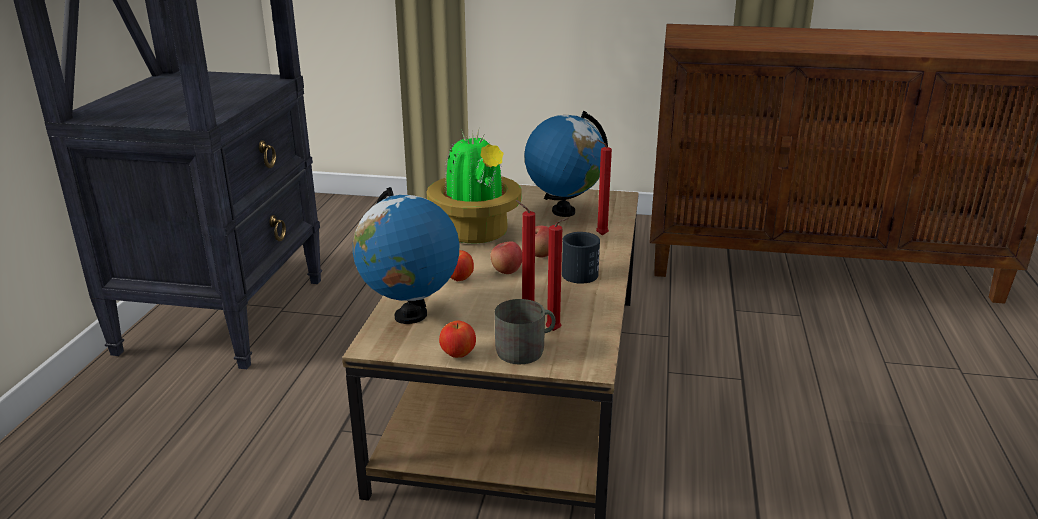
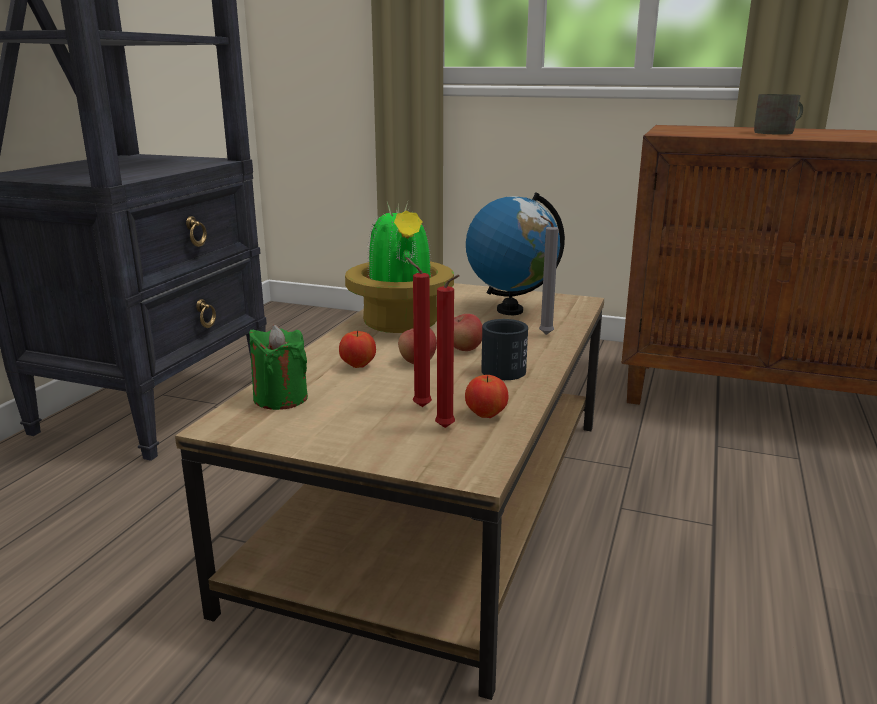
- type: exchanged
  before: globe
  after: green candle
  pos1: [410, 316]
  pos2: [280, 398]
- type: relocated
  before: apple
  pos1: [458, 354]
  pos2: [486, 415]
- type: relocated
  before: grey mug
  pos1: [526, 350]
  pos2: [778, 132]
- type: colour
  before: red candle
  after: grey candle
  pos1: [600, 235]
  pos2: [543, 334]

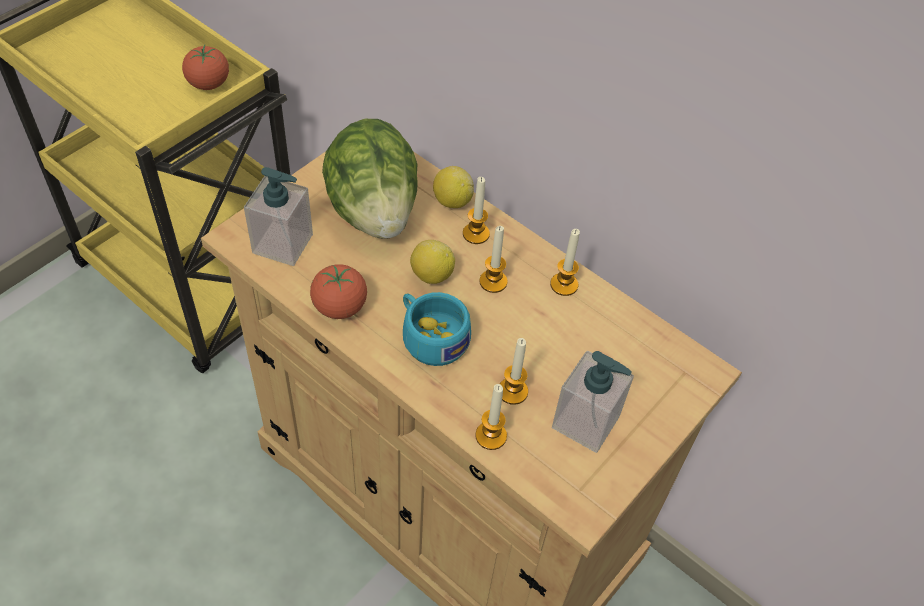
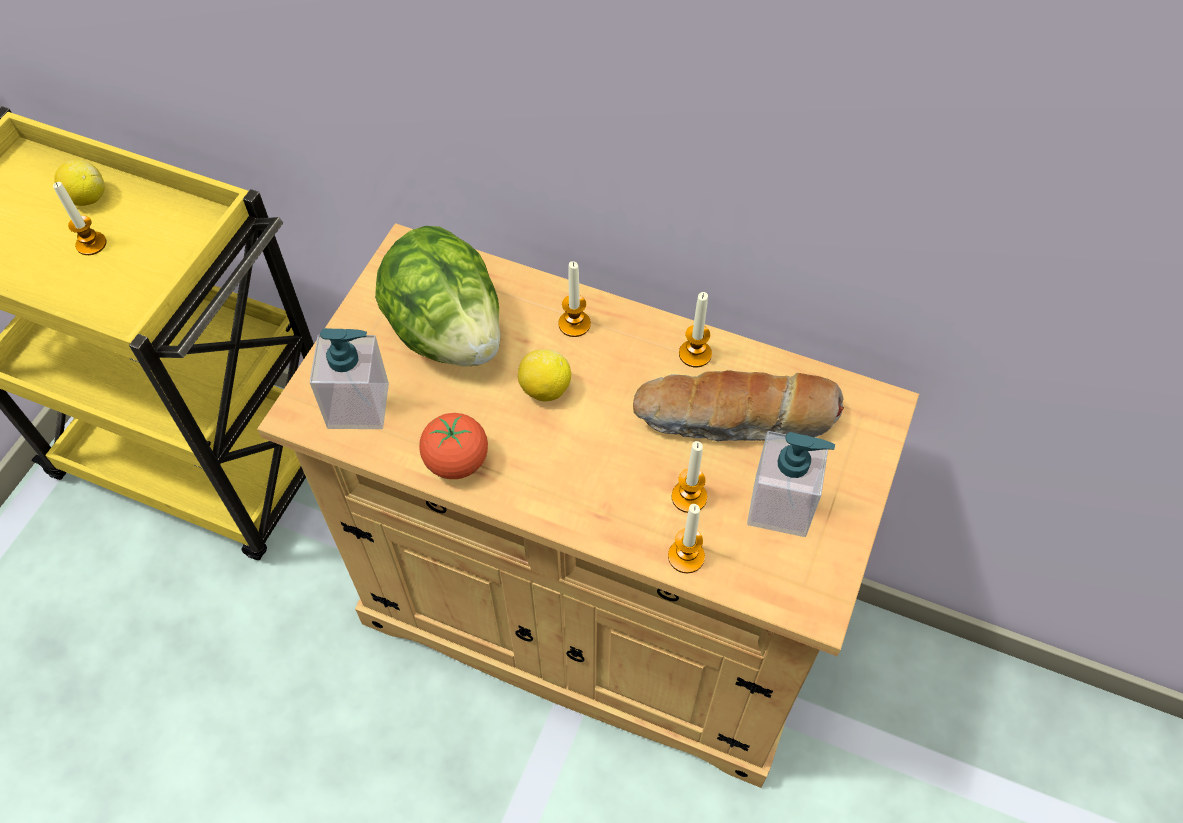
- type: missing
  before: tomato
  pos1: [208, 84]
- type: missing
  before: turquoise cup
  pos1: [430, 336]
- type: relocated
  before: lemon
  pos1: [452, 201]
  pos2: [87, 198]
- type: relocated
  before: candle
  pos1: [493, 282]
  pos2: [91, 244]
- type: appeared
  after: bread
  pos2: [736, 420]

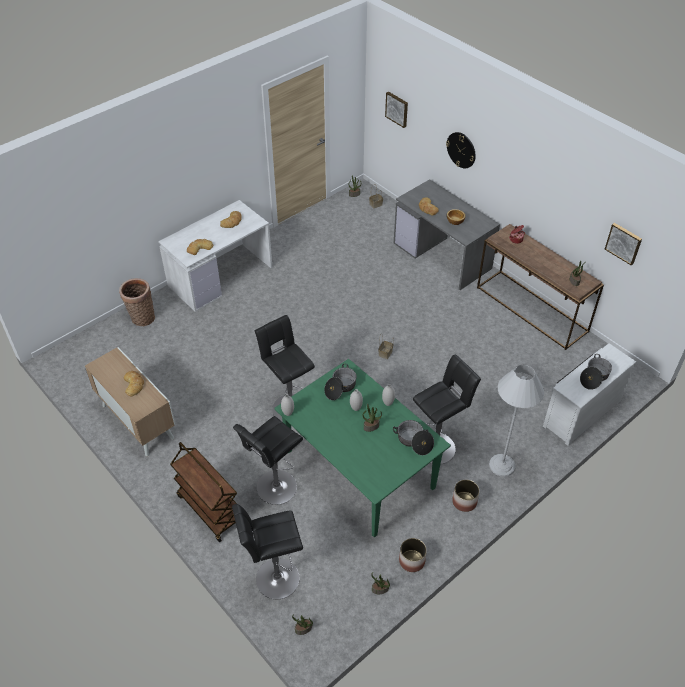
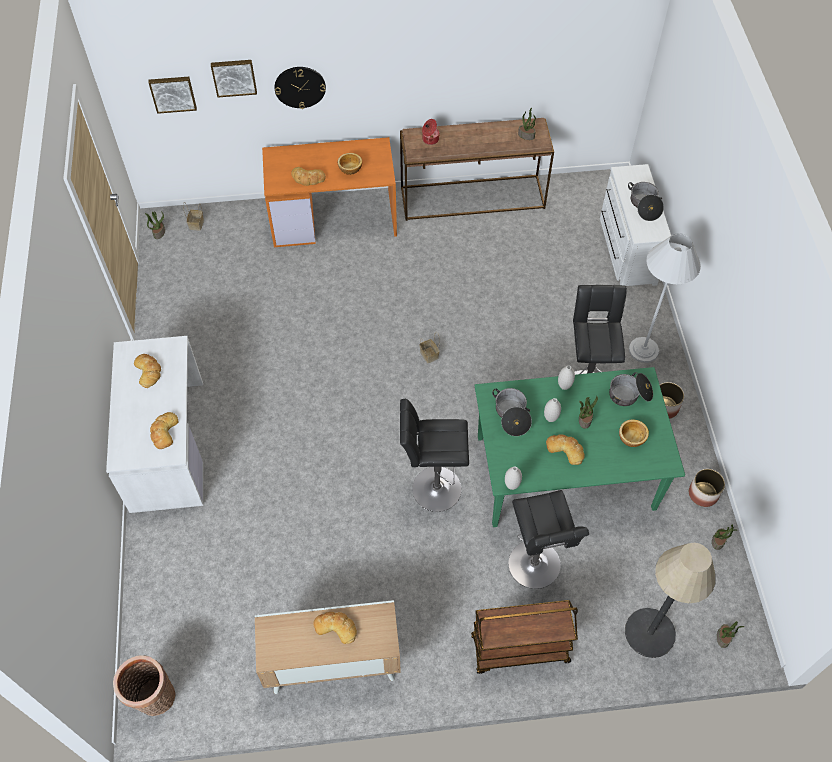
- type: relocated
  before: basket
  pos1: [141, 318]
  pos2: [154, 699]
- type: exchanged
  before: black stool
  after: floor lamp
  pos1: [274, 579]
  pos2: [649, 633]
- type: colour
  before: grey desk
  after: orange desk
  pos1: [443, 256]
  pos2: [334, 218]
- type: relocated
  before: picture
  pos1: [624, 243]
  pos2: [234, 77]
- type: appeared
  after: bread
  pos2: [565, 449]
- type: appeared
  after: bowl
  pos2: [631, 438]

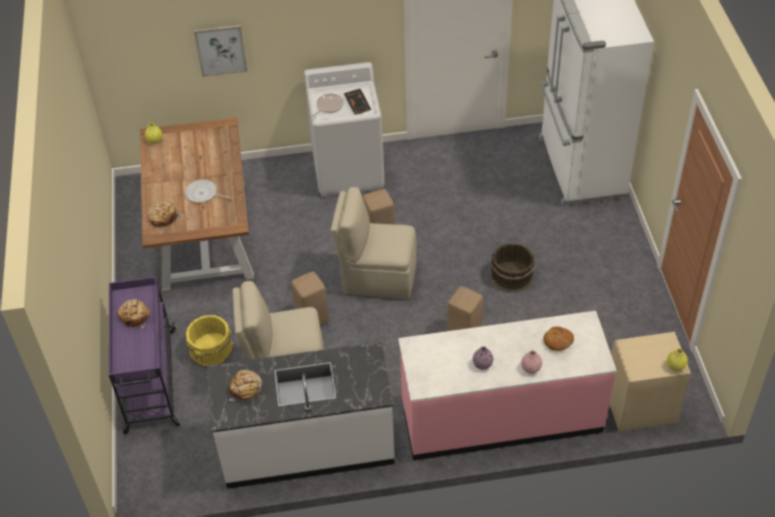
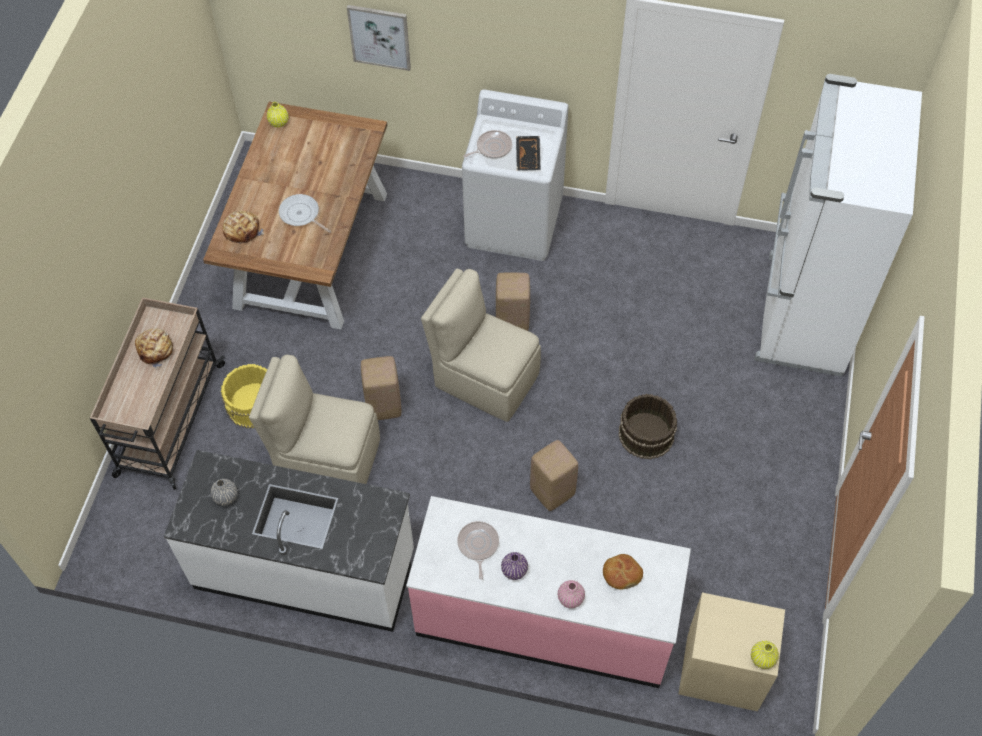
- type: colour
  before: purple cart
  after: beige cart
  pos1: [150, 381]
  pos2: [169, 421]
- type: exchanged
  before: bread
  after: grey vase
  pos1: [246, 389]
  pos2: [226, 497]
- type: appeared
  after: frying pan
  pos2: [478, 545]

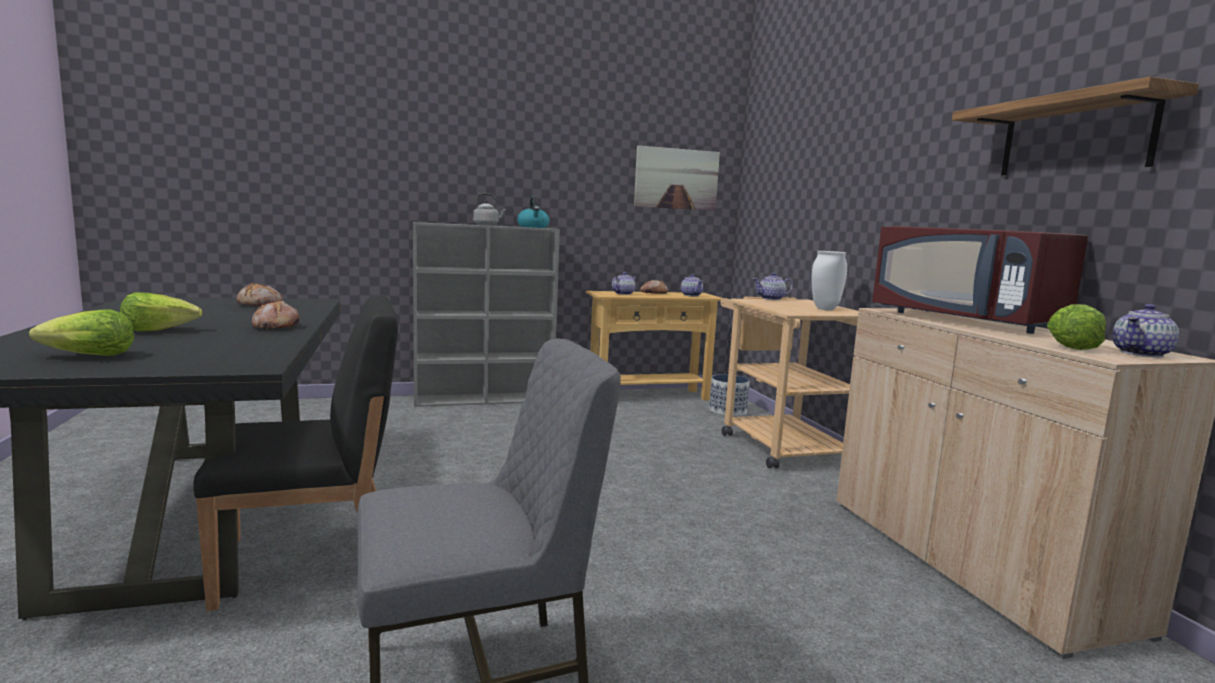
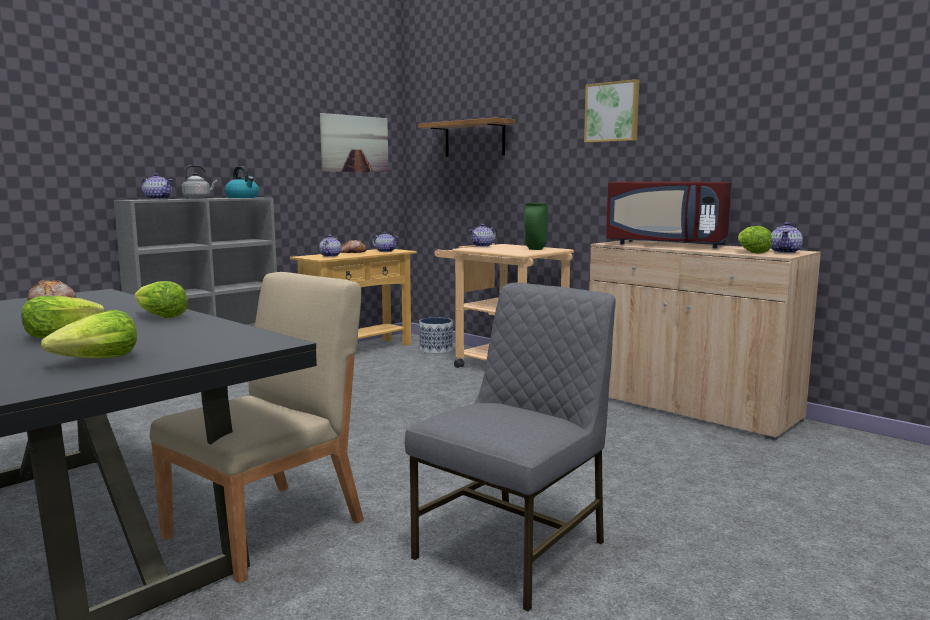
- type: colour
  before: black chair
  after: beige chair
  pos1: [311, 560]
  pos2: [268, 528]
- type: exchanged
  before: bread
  after: lettuce
  pos1: [275, 326]
  pos2: [159, 316]
- type: colour
  before: white vase
  after: green vase
  pos1: [826, 309]
  pos2: [536, 249]
- type: relocated
  before: shelf
  pos1: [1075, 137]
  pos2: [474, 139]
- type: appeared
  after: teapot
  pos2: [158, 199]
- type: appeared
  after: picture
  pos2: [612, 112]

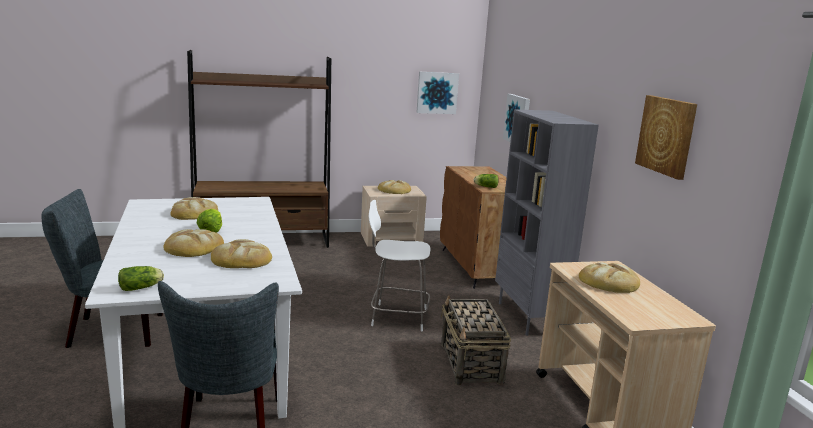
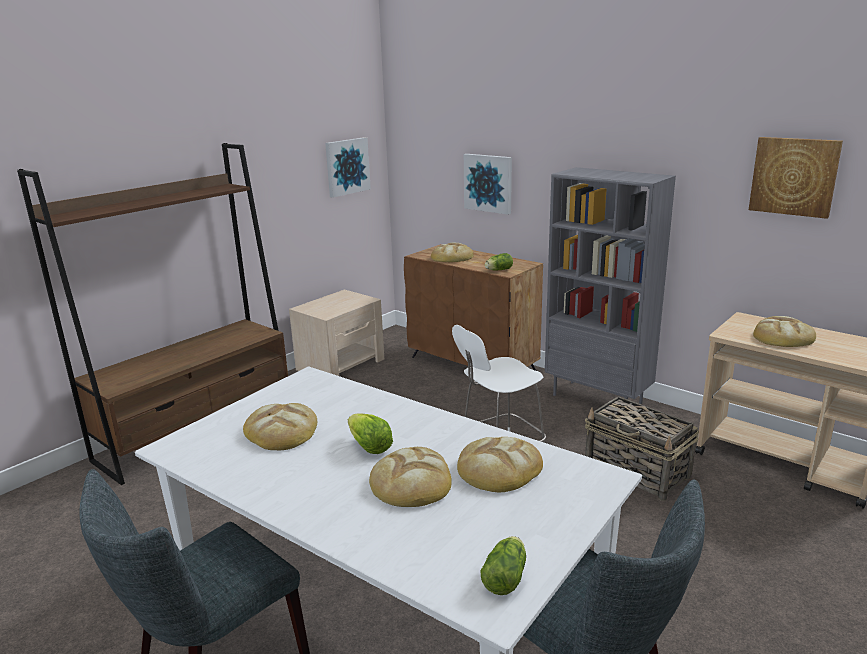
- type: relocated
  before: bread
  pos1: [394, 190]
  pos2: [452, 257]

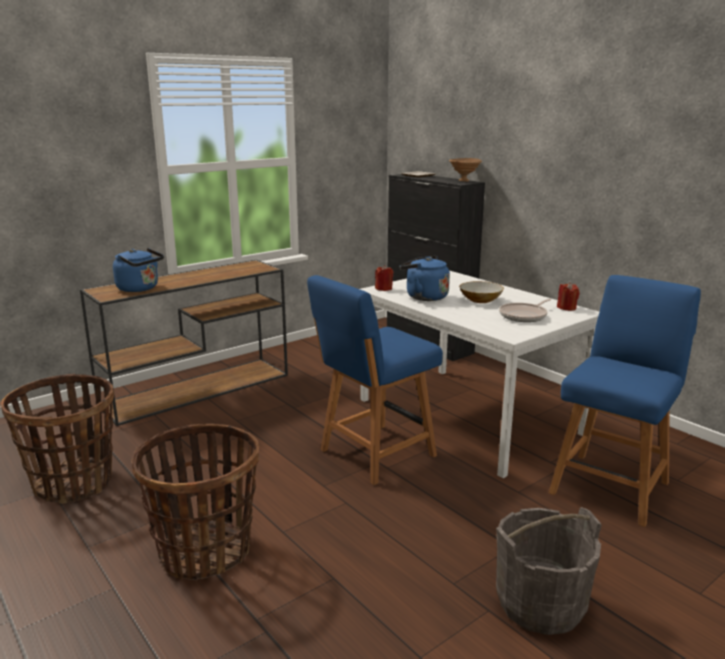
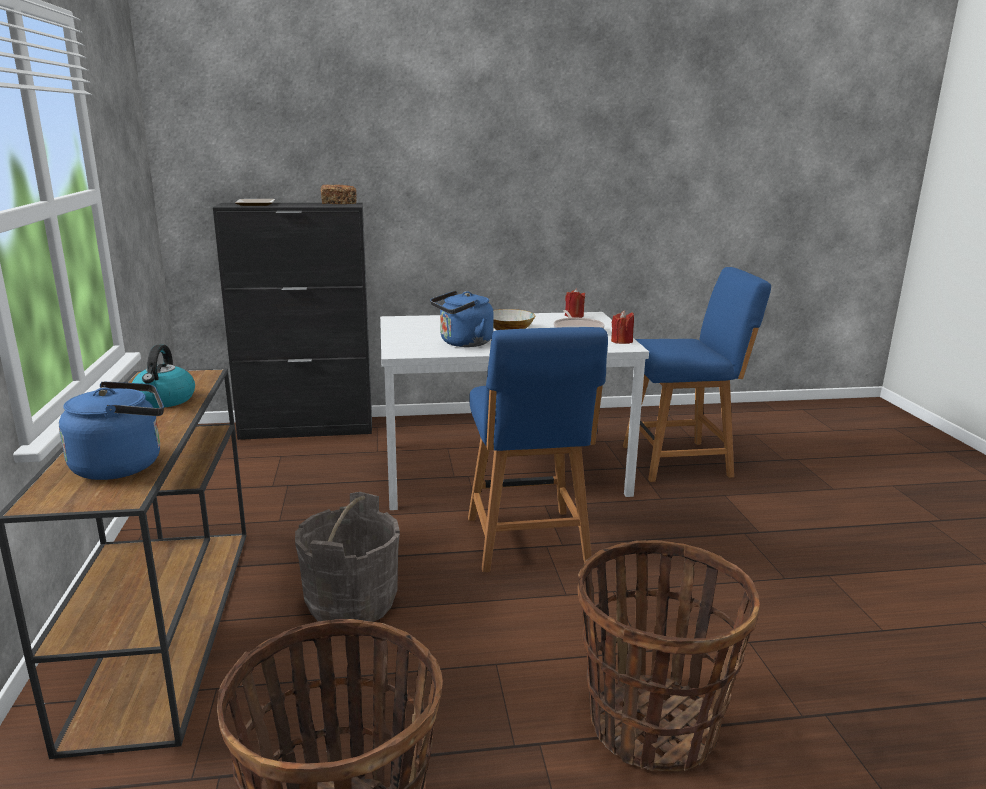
- type: relocated
  before: red candle
  pos1: [384, 289]
  pos2: [621, 341]
- type: exchanged
  before: brown bowl
  after: bread
  pos1: [464, 181]
  pos2: [339, 203]
- type: relocated
  before: grey bucket
  pos1: [540, 603]
  pos2: [351, 602]
- type: spun
  before: blue chair
  pos1: [611, 485]
  pos2: [680, 461]
  turn: 105
- type: appeared
  after: kettle
  pos2: [165, 400]

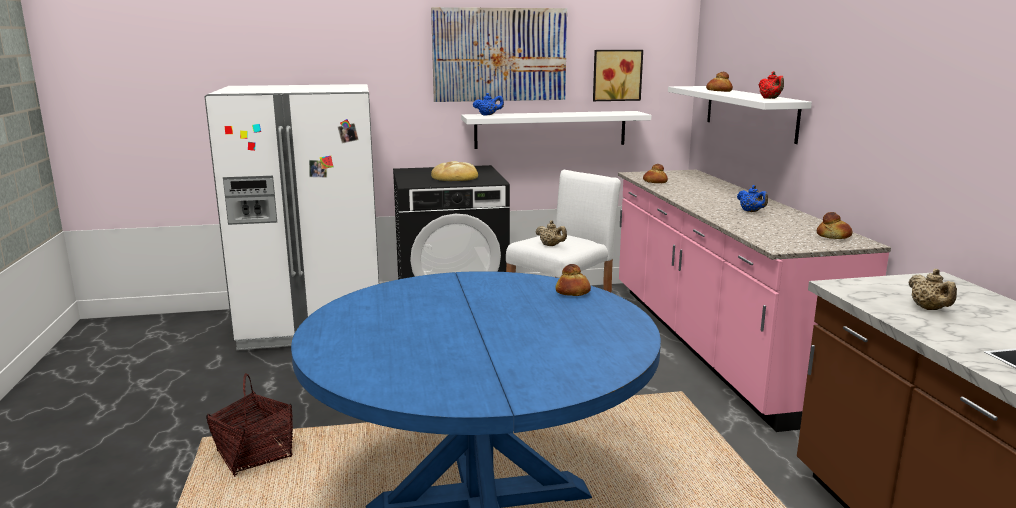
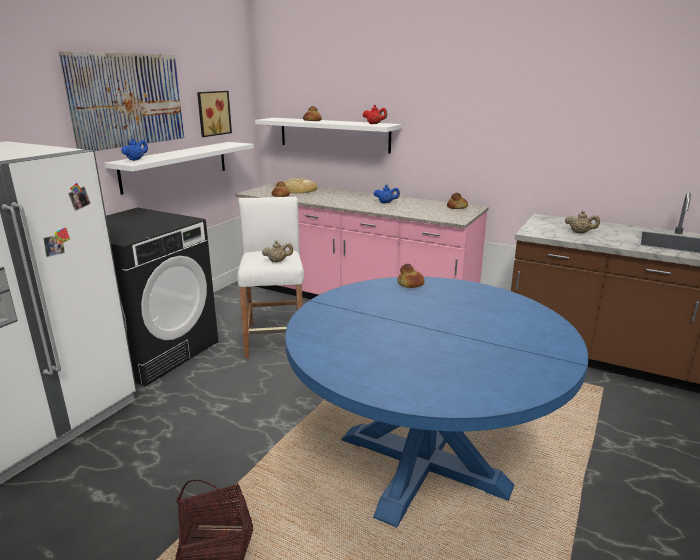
- type: relocated
  before: bread
  pos1: [455, 177]
  pos2: [299, 190]

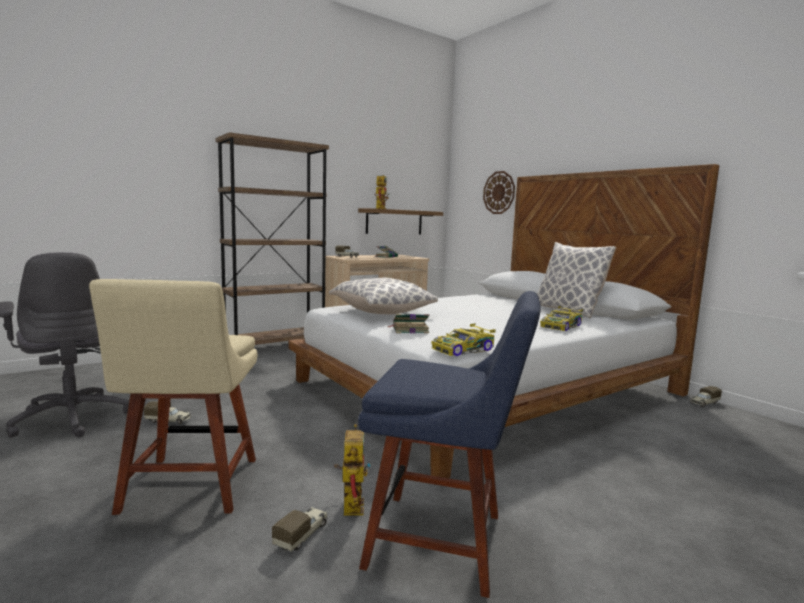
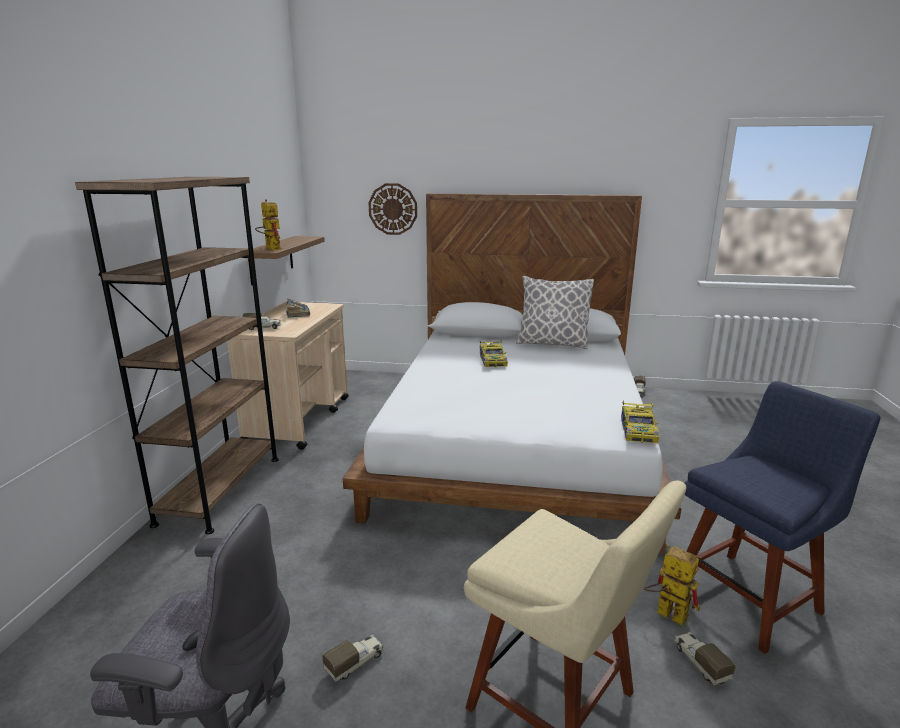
- type: missing
  before: pillow
  pos1: [381, 312]
- type: missing
  before: book
  pos1: [409, 330]
- type: relocated
  before: toy car
  pos1: [561, 326]
  pos2: [493, 360]

